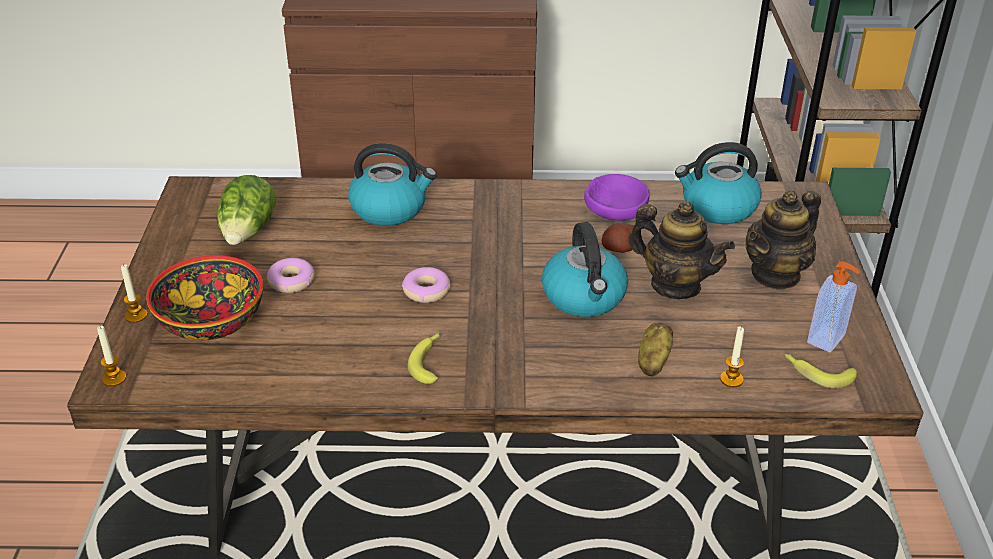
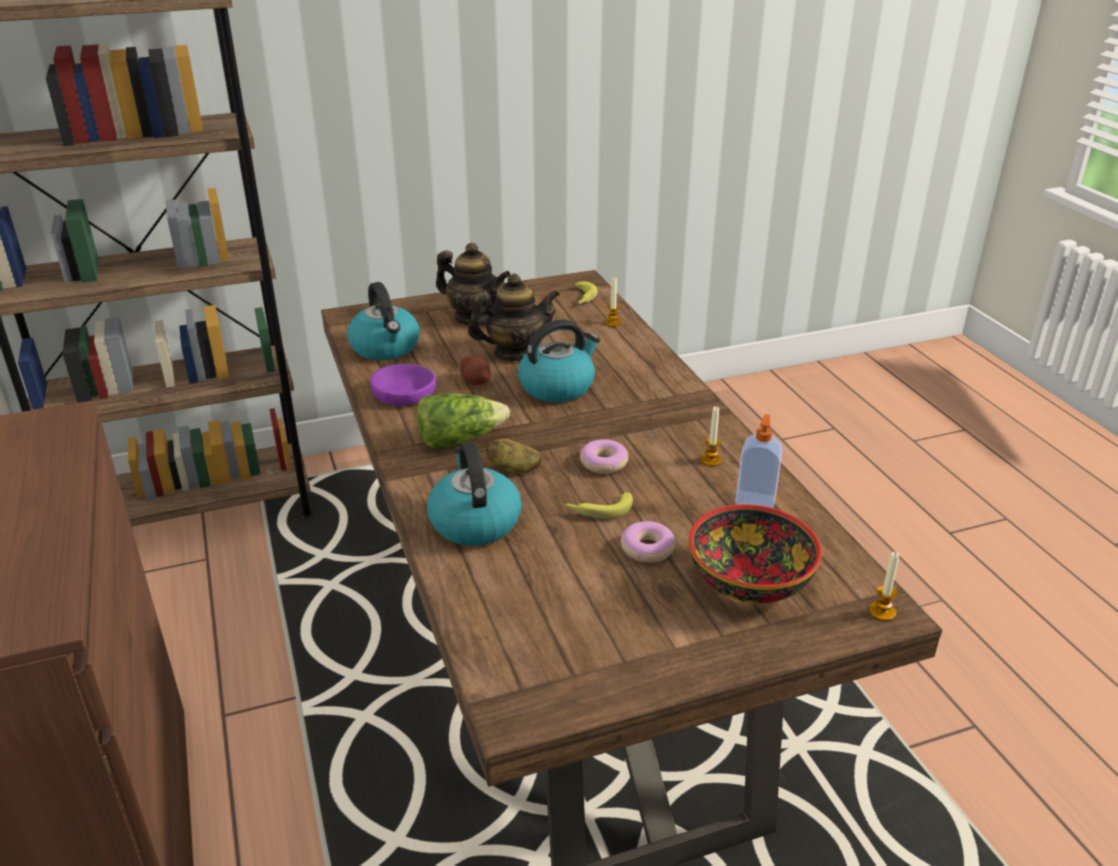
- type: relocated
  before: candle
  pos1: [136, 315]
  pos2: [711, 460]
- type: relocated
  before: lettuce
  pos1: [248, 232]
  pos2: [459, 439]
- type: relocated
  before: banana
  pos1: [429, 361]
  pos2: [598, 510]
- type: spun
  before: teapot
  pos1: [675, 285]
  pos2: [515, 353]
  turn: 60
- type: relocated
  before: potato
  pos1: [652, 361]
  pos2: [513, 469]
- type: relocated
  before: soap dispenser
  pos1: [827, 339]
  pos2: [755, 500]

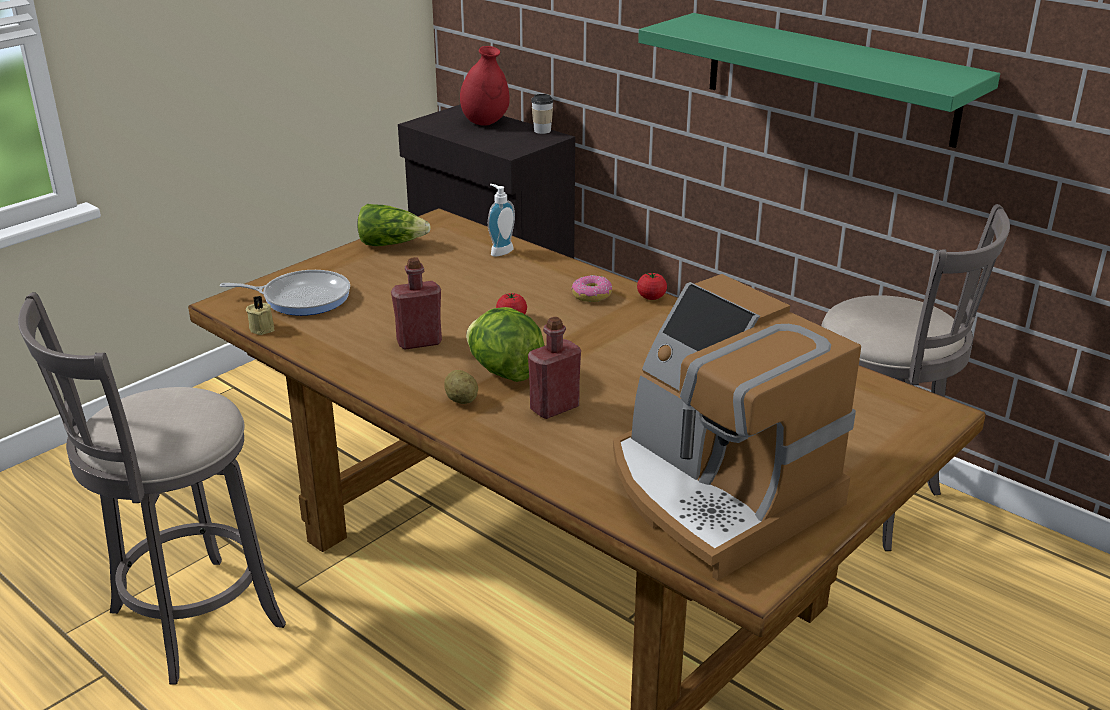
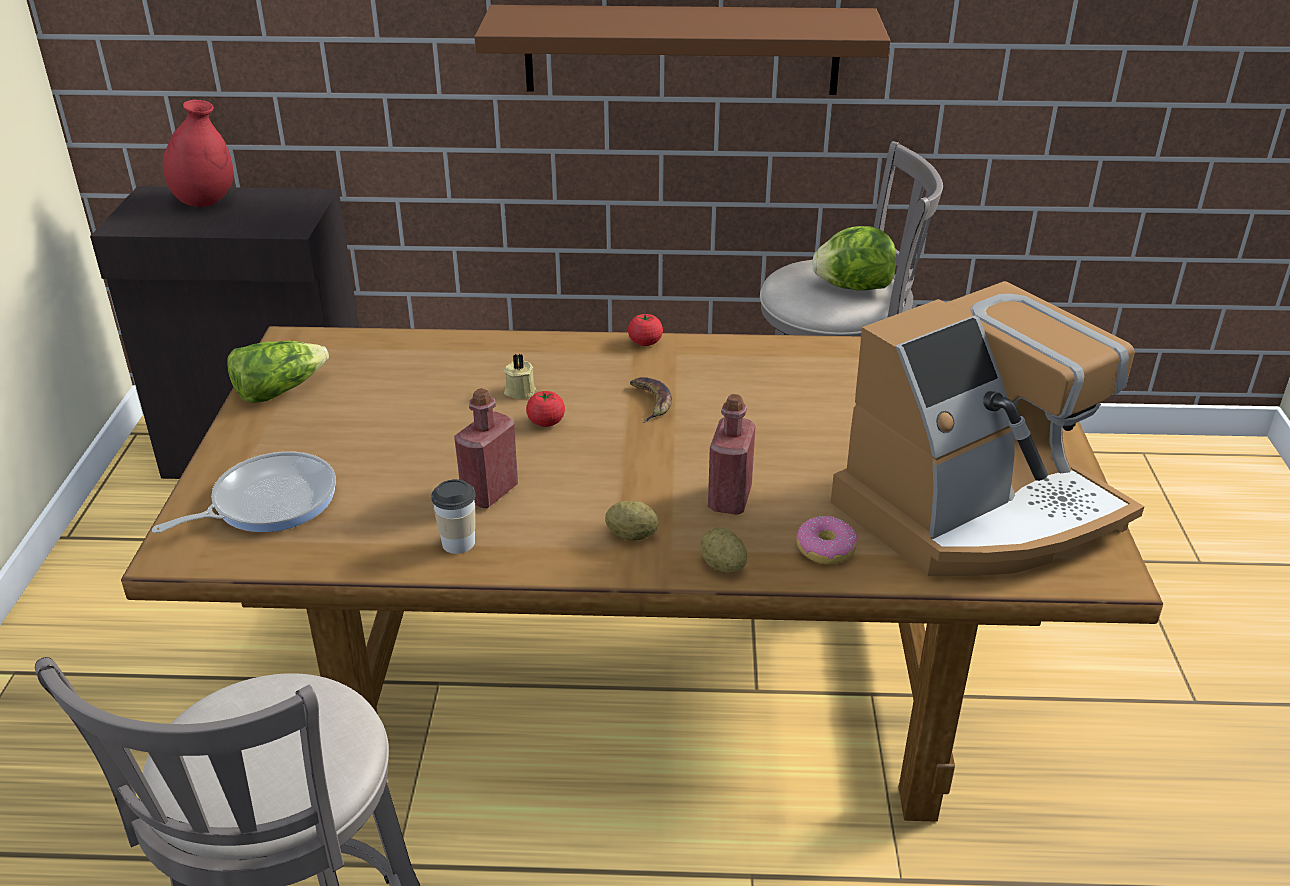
- type: relocated
  before: beige candle
  pos1: [263, 328]
  pos2: [520, 391]
- type: relocated
  before: lettuce
  pos1: [504, 372]
  pos2: [853, 287]
- type: missing
  before: soap dispenser
  pos1: [499, 251]
- type: relocated
  before: cup
  pos1: [542, 131]
  pos2: [458, 543]
- type: relocated
  before: donut
  pos1: [591, 295]
  pos2: [825, 549]
- type: spun
  before: coffee machine
  pos1: [716, 494]
  pos2: [977, 512]
  turn: -45
- type: colour
  before: green shelf
  after: brown shelf
  pos1: [829, 78]
  pos2: [681, 50]
- type: appeared
  after: banana
  pos2: [650, 402]
- type: appeared
  after: potato
  pos2: [722, 566]

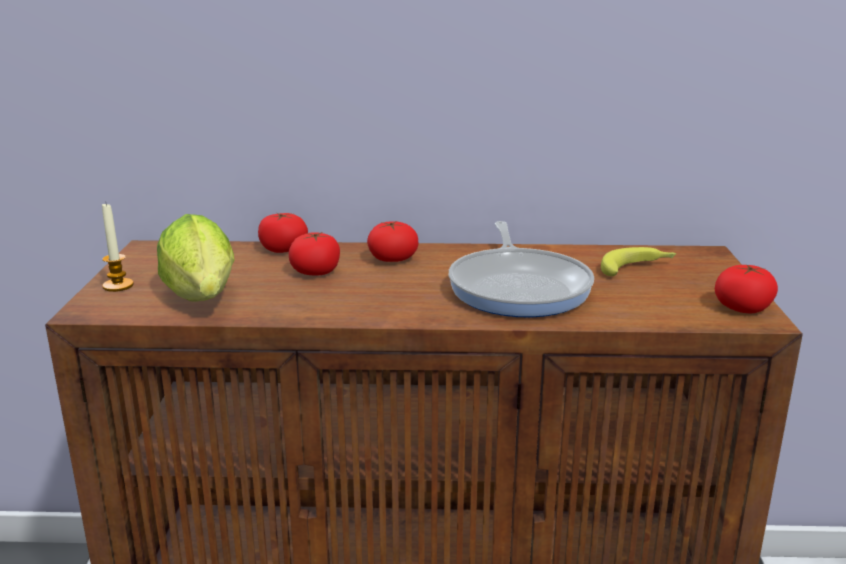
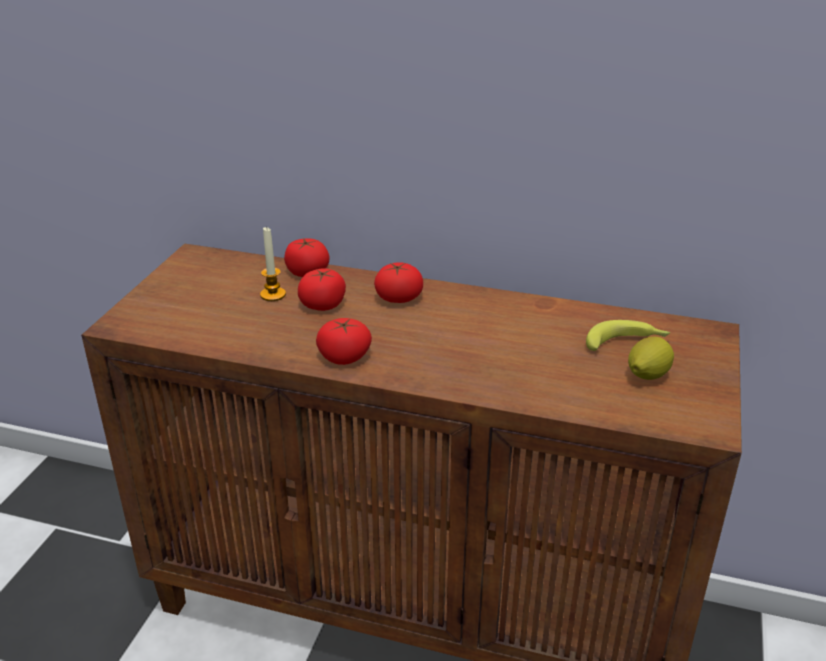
- type: relocated
  before: candle
  pos1: [118, 286]
  pos2: [273, 295]
- type: missing
  before: lettuce
  pos1: [203, 300]
- type: missing
  before: frying pan
  pos1: [519, 287]
- type: relocated
  before: tomato
  pos1: [743, 307]
  pos2: [344, 356]
- type: appeared
  after: lemon
  pos2: [646, 375]

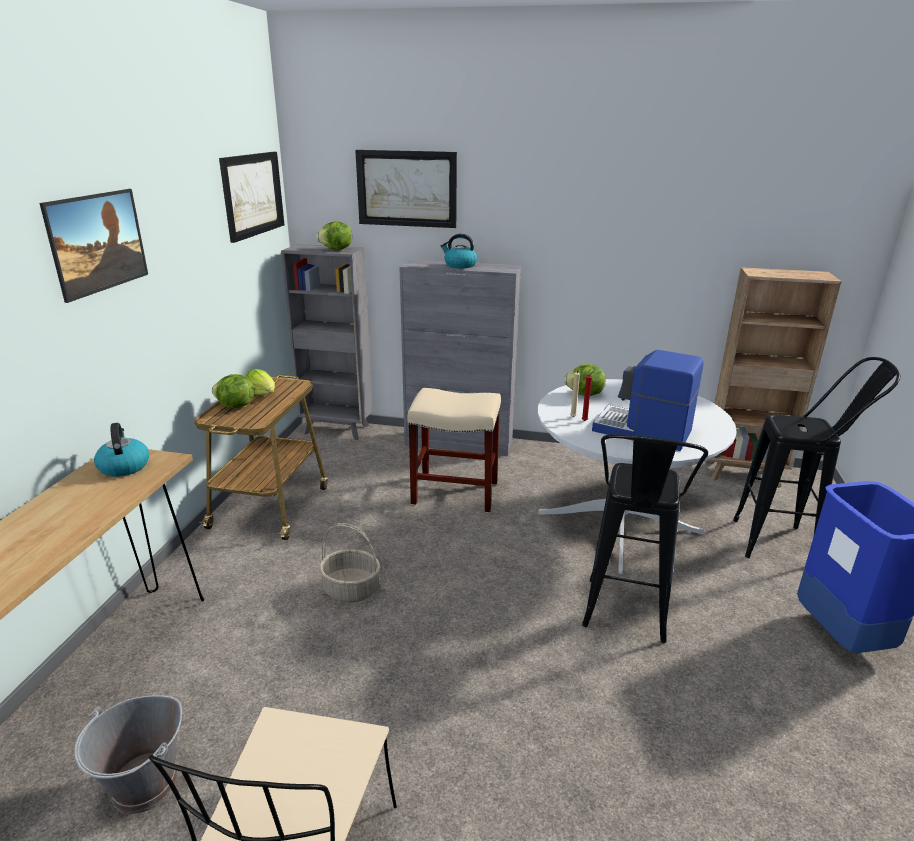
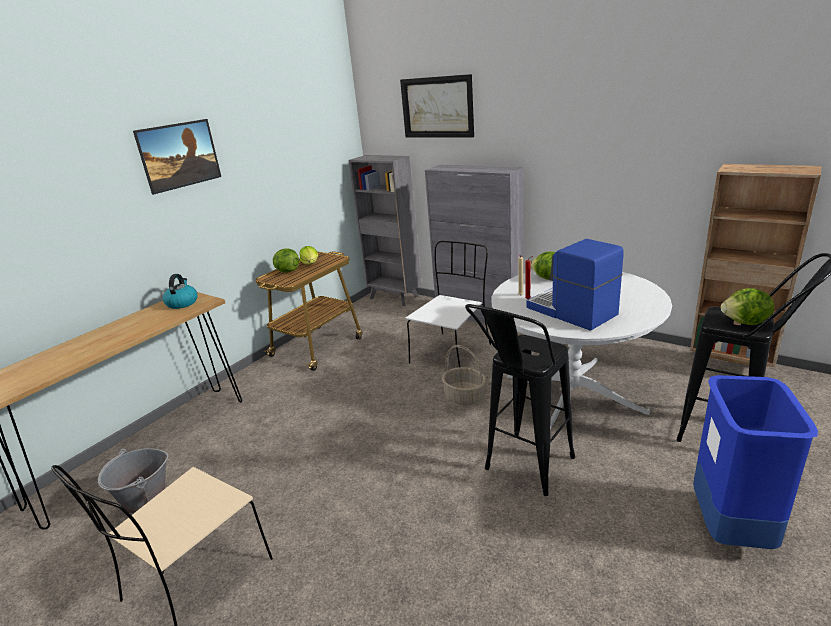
- type: missing
  before: picture
  pos1: [252, 194]
- type: relocated
  before: lettuce
  pos1: [336, 249]
  pos2: [745, 323]
- type: relocated
  before: basket
  pos1: [352, 589]
  pos2: [465, 397]
- type: exchanged
  before: beige stool
  after: white chair
  pos1: [456, 493]
  pos2: [451, 353]
- type: missing
  before: kettle
  pos1: [459, 265]

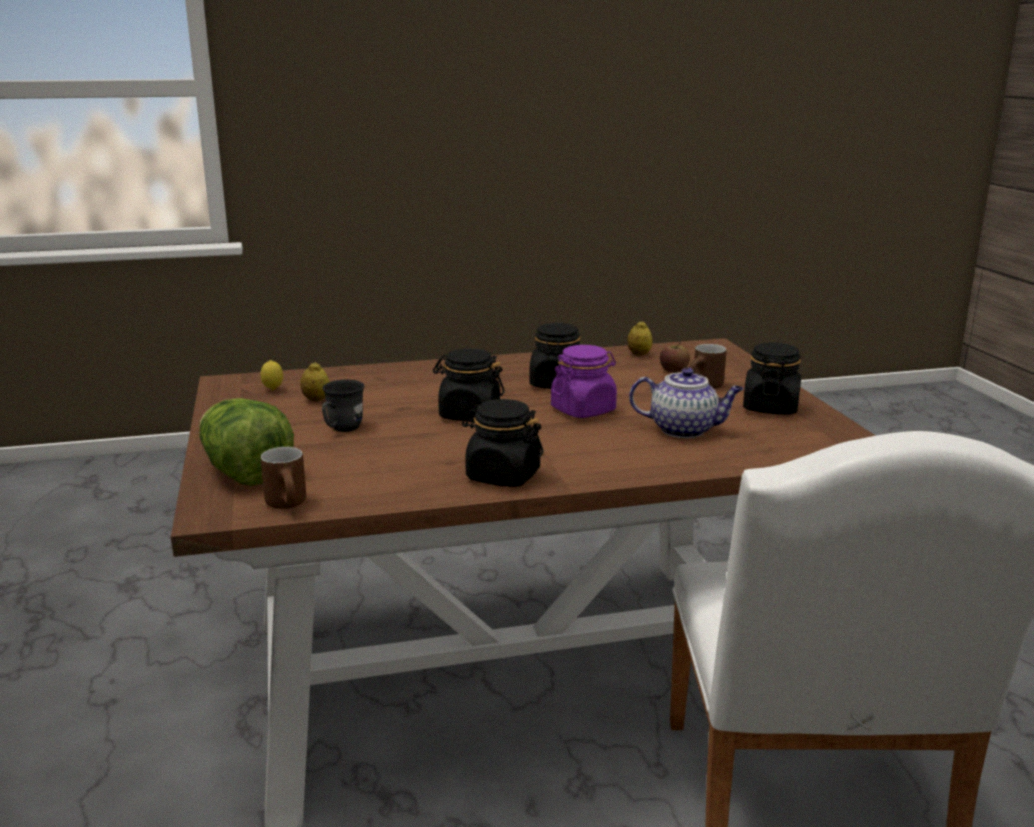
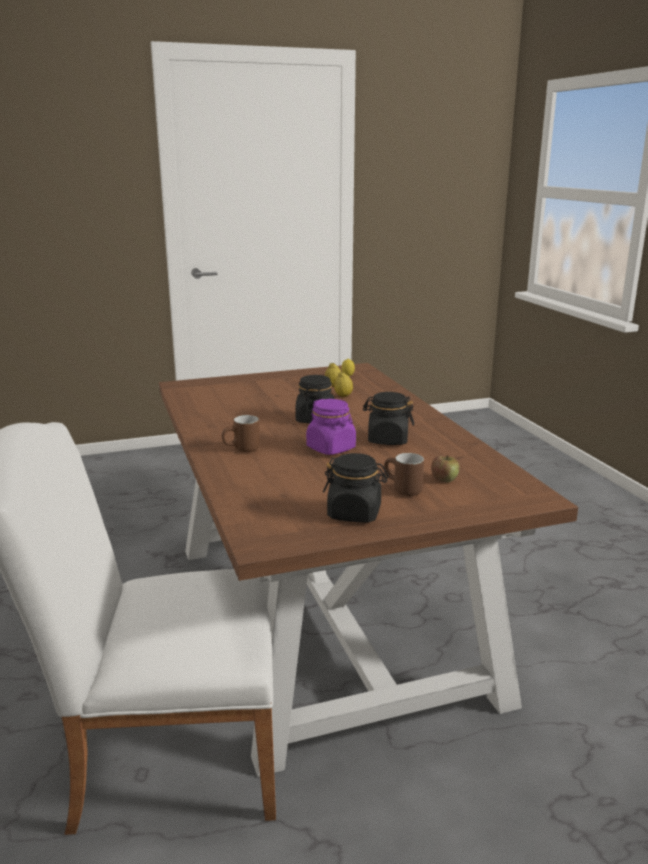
- type: missing
  before: lettuce
  pos1: [244, 473]
- type: relocated
  before: brown mug
  pos1: [290, 505]
  pos2: [242, 450]
- type: missing
  before: grey mug
  pos1: [341, 429]
- type: missing
  before: black jar
  pos1: [502, 476]
- type: relocated
  before: lemon
  pos1: [639, 354]
  pos2: [343, 396]
- type: missing
  before: teapot
  pos1: [684, 430]

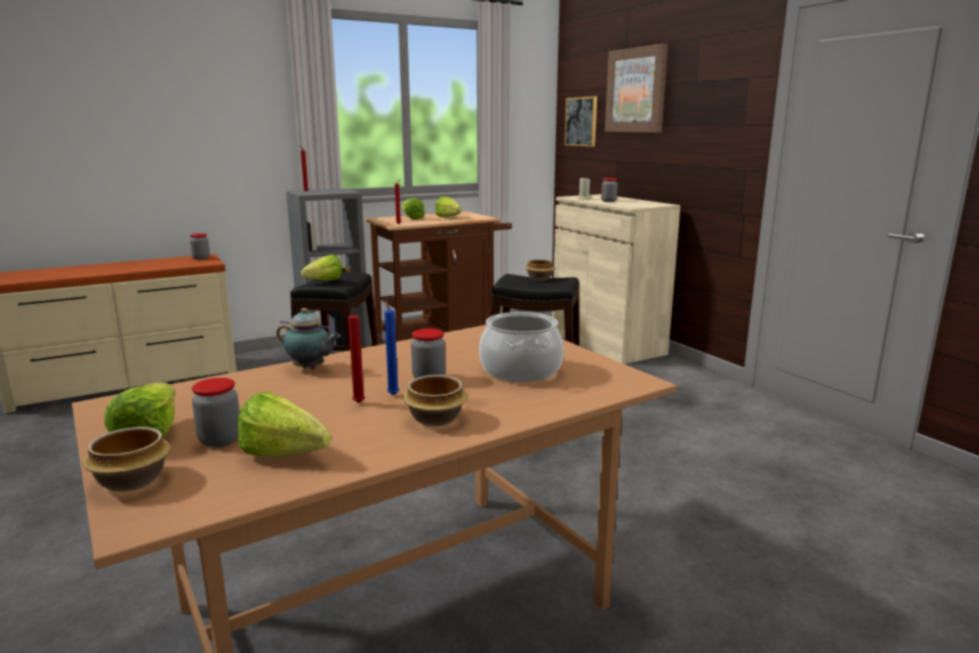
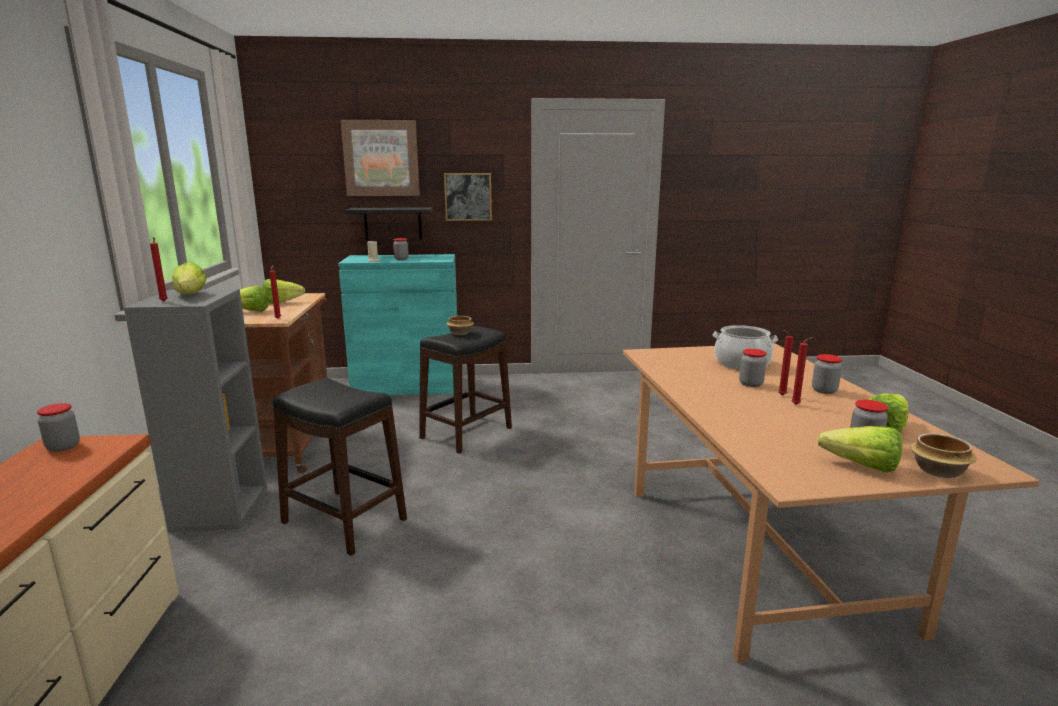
- type: missing
  before: teapot
  pos1: [311, 369]
- type: relocated
  before: lettuce
  pos1: [320, 282]
  pos2: [188, 296]
- type: colour
  before: blue candle
  after: red candle
  pos1: [392, 394]
  pos2: [780, 395]
- type: exchanged
  before: bowl
  after: jar
  pos1: [436, 418]
  pos2: [824, 390]
- type: colour
  before: beige cabinet
  after: turquoise cabinet
  pos1: [607, 343]
  pos2: [407, 386]
- type: relocated
  before: picture
  pos1: [581, 121]
  pos2: [468, 196]
- type: appeared
  after: black shelf
  pos2: [393, 223]

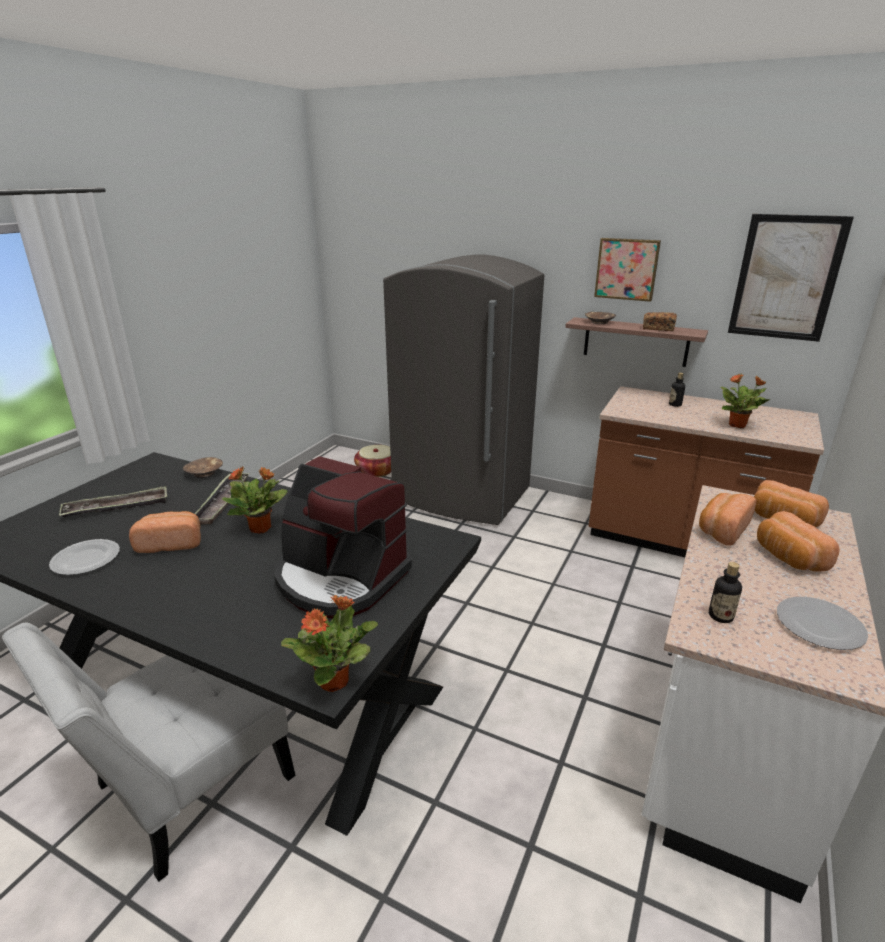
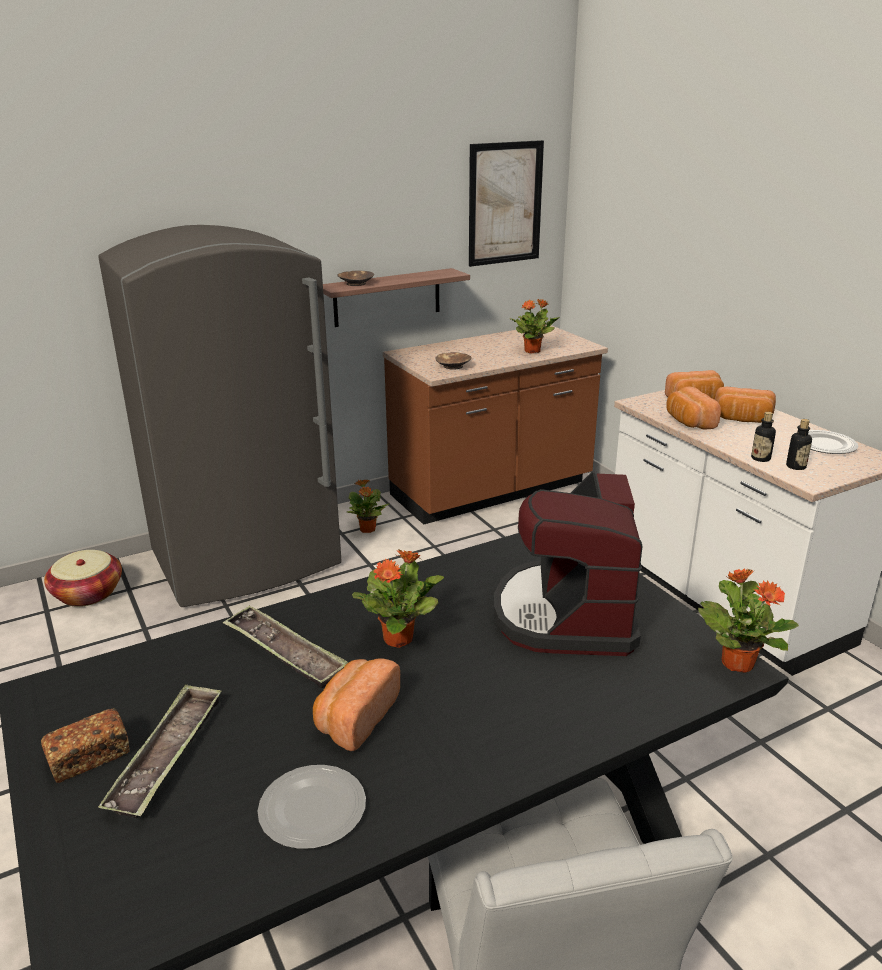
- type: relocated
  before: brown bowl
  pos1: [204, 473]
  pos2: [453, 366]
- type: spun
  before: coffee machine
  pos1: [340, 578]
  pos2: [566, 614]
  turn: 120
- type: missing
  before: picture
  pos1: [627, 269]
- type: relocated
  before: bread
  pos1: [658, 329]
  pos2: [89, 757]
- type: relocated
  before: bottle
  pos1: [675, 404]
  pos2: [760, 458]
- type: appeared
  after: potted plant
  pos2: [367, 530]

